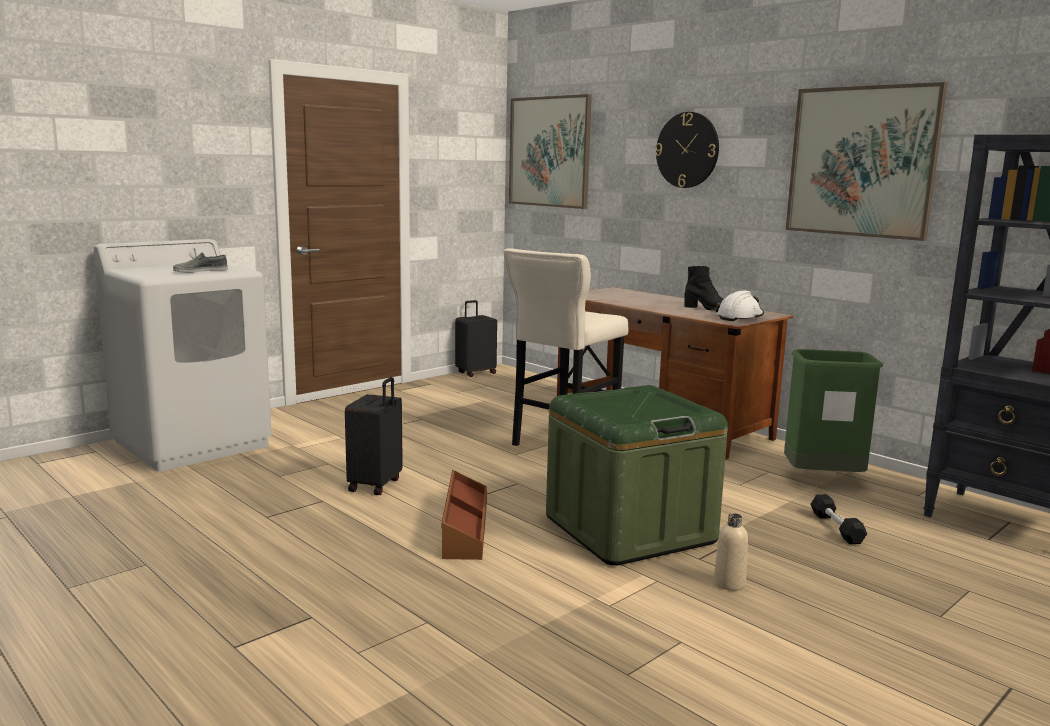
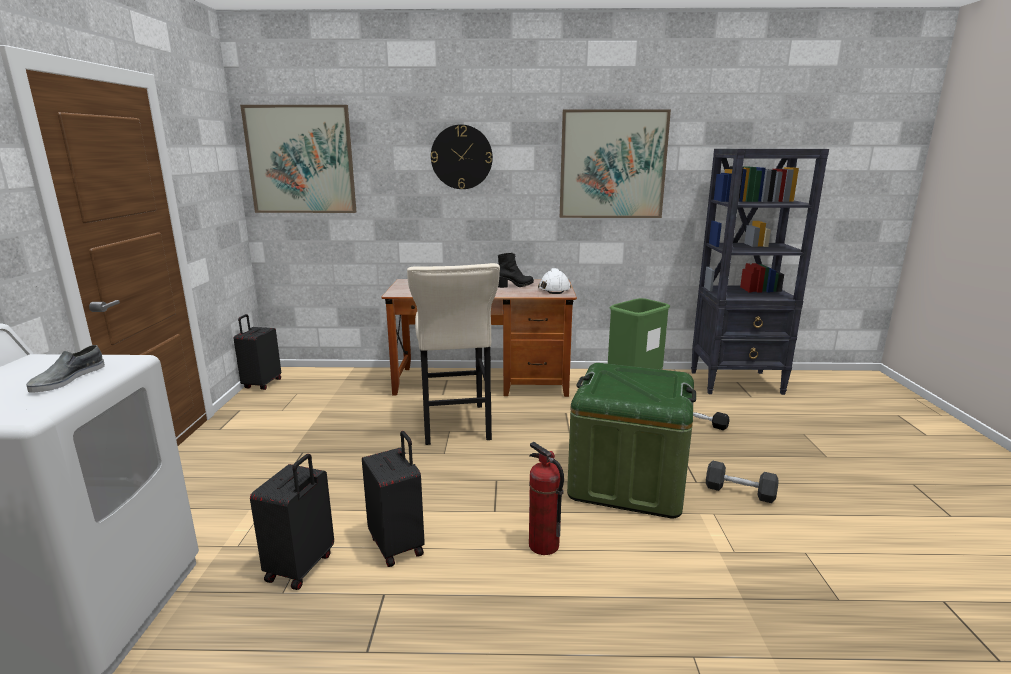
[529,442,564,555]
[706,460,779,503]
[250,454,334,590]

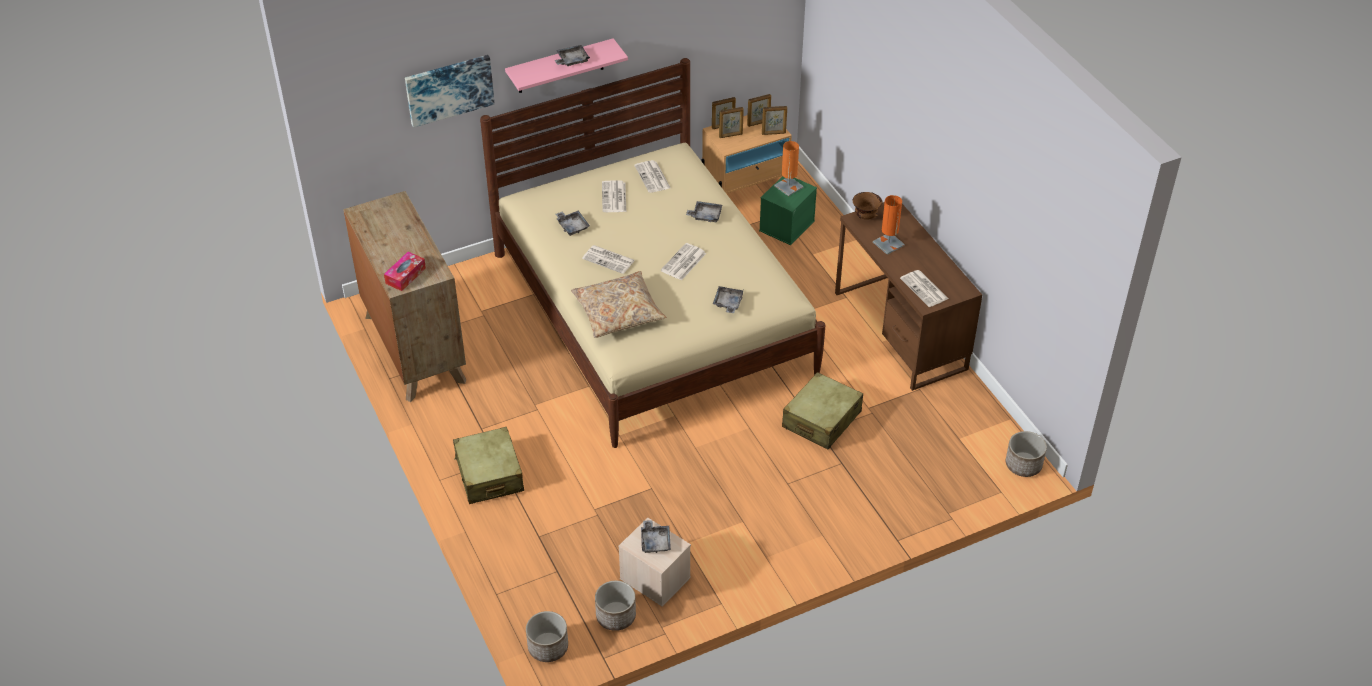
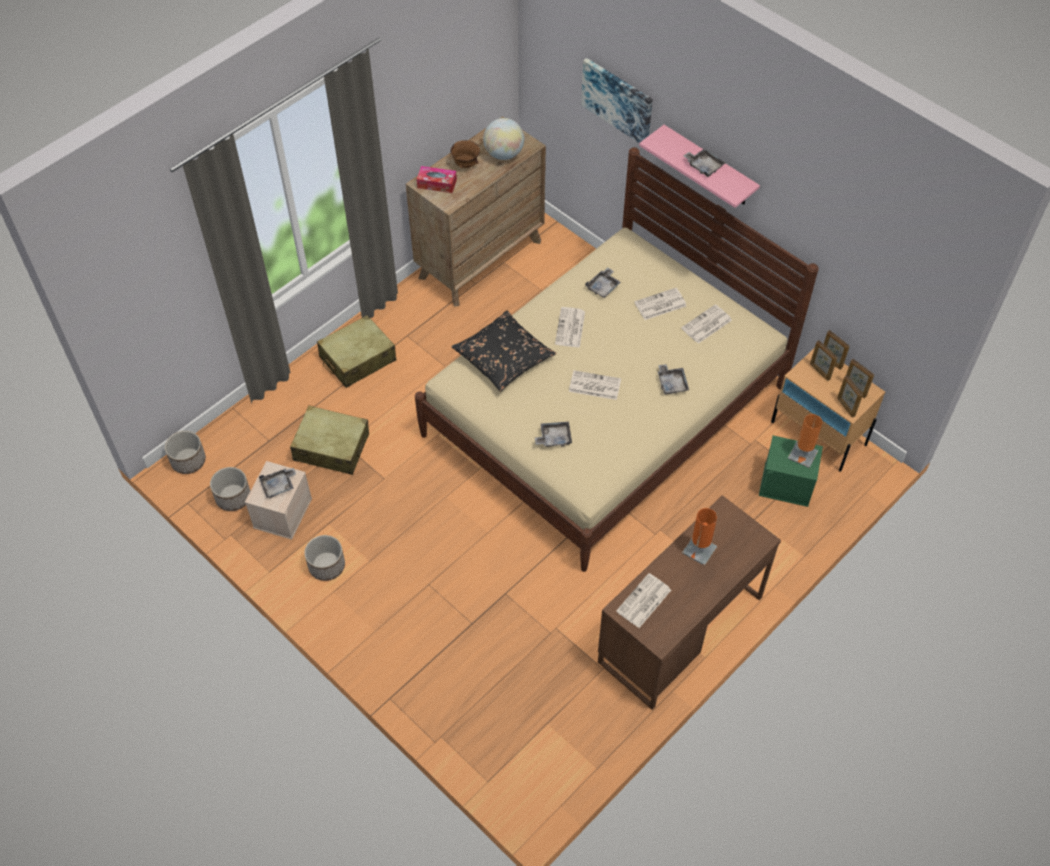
[451,311,556,392]
[290,405,369,475]
[450,140,480,168]
[304,535,345,581]
[483,118,524,160]

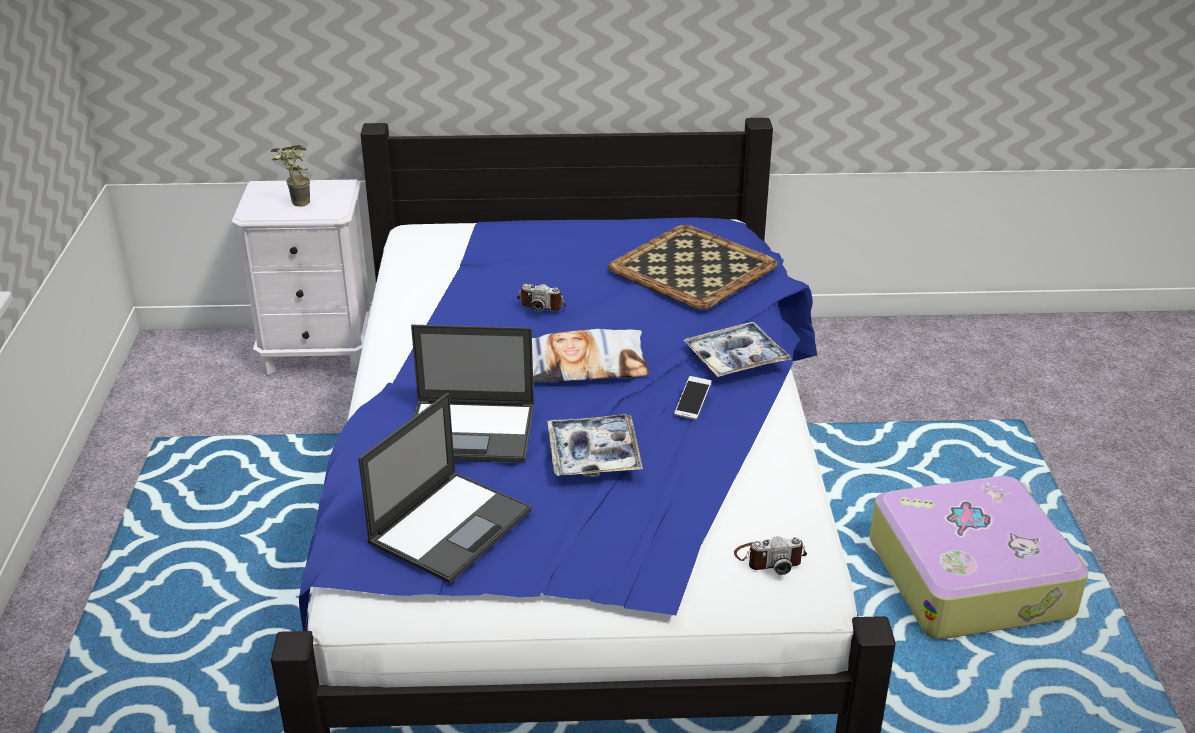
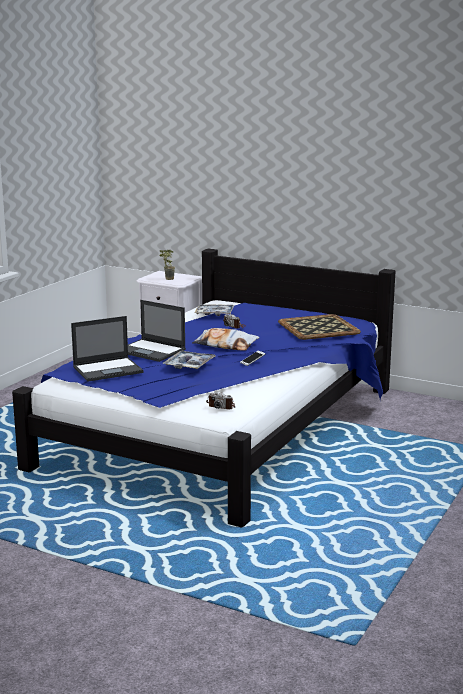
[194,304,234,316]
[870,476,1089,639] (first image)

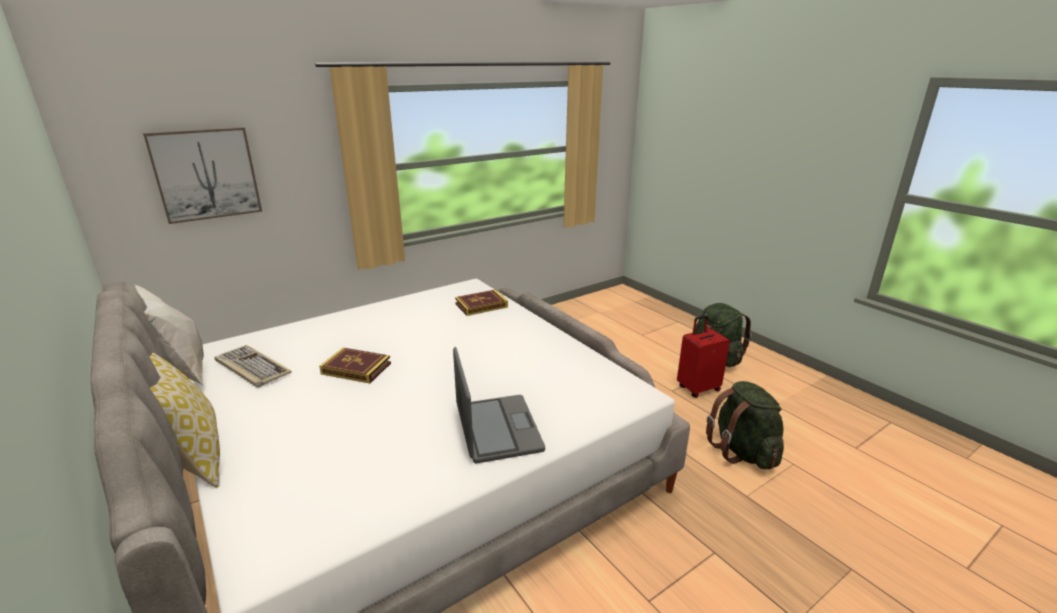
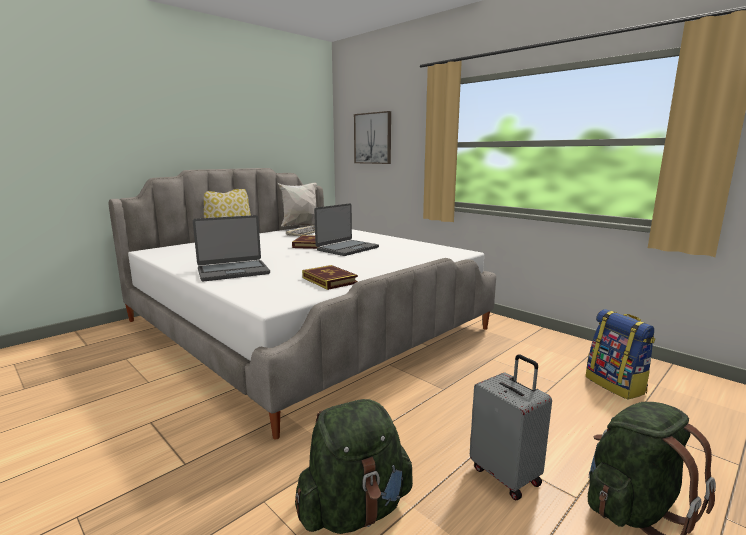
[302,265,358,290]
[470,354,552,500]
[314,203,379,256]
[586,309,655,400]

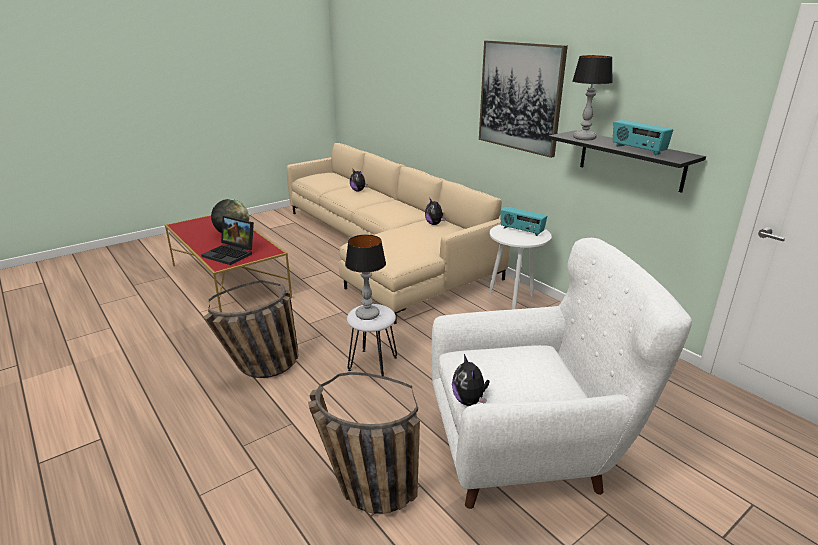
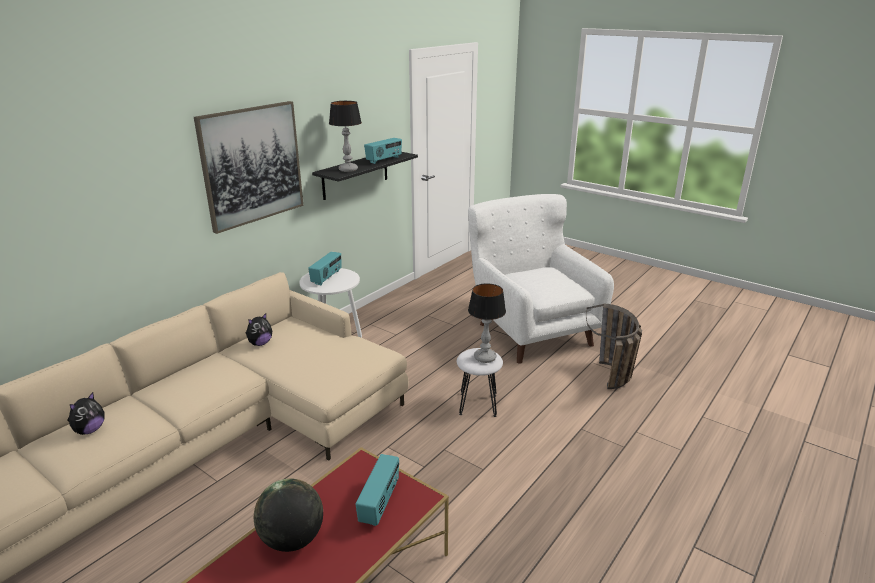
[356,454,399,526]
[203,280,299,378] (first image)
[452,354,490,406] (first image)

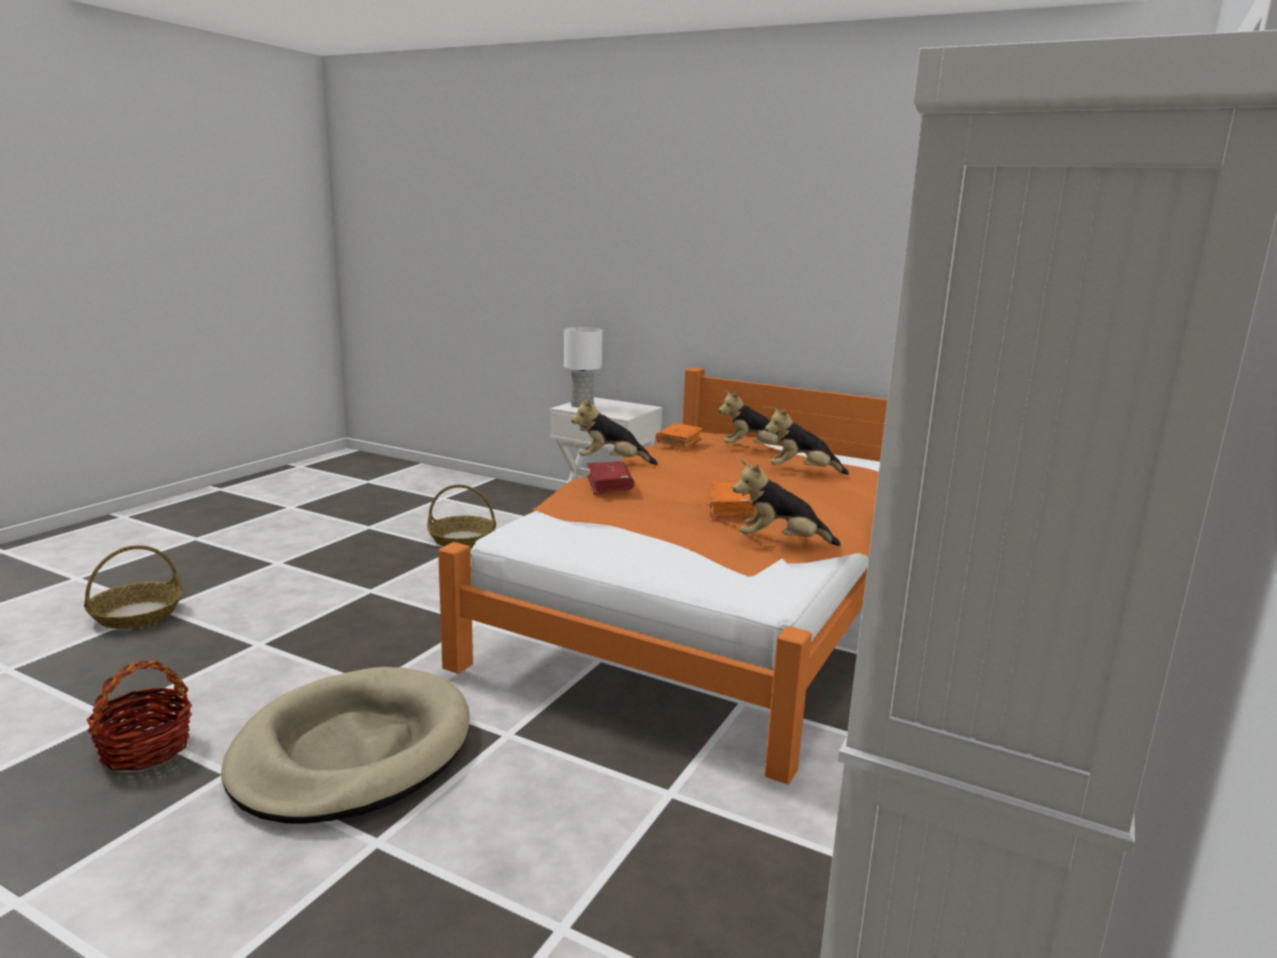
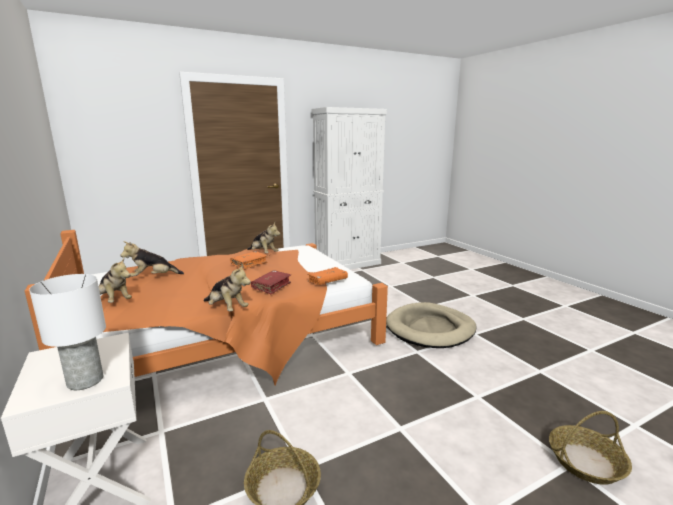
[86,660,192,771] (first image)
[307,267,348,285]
[120,241,184,277]

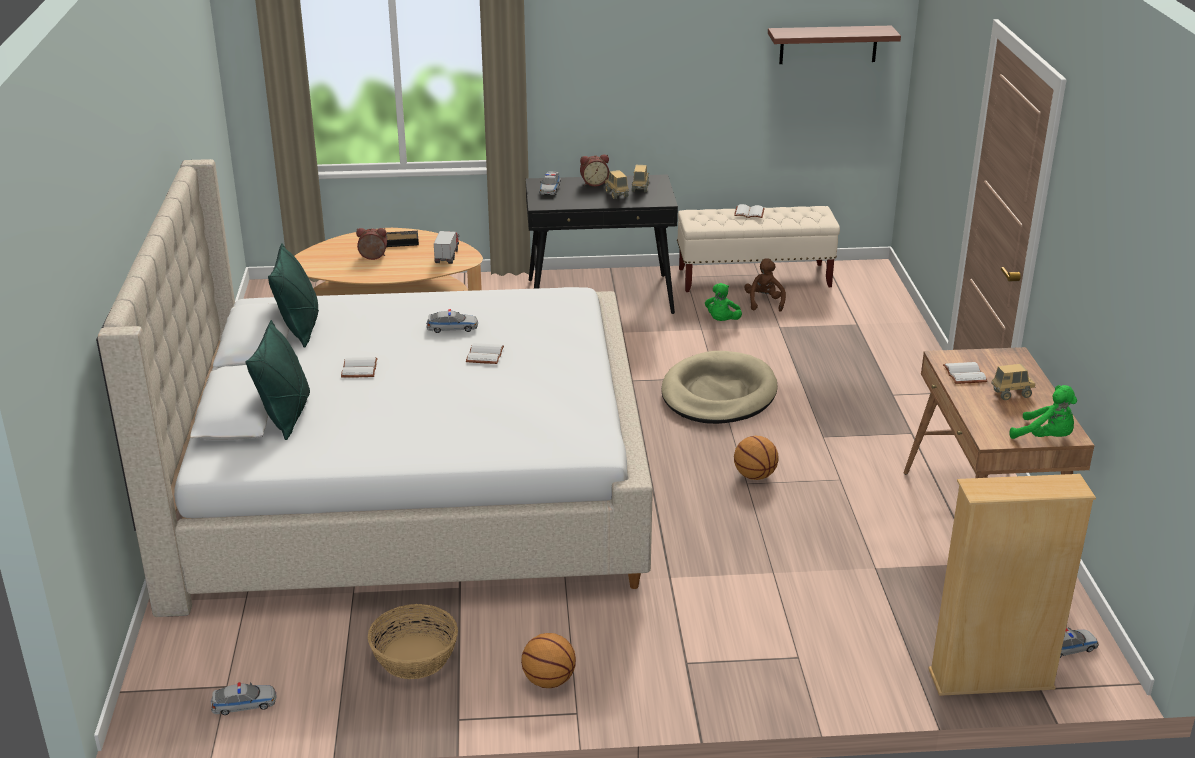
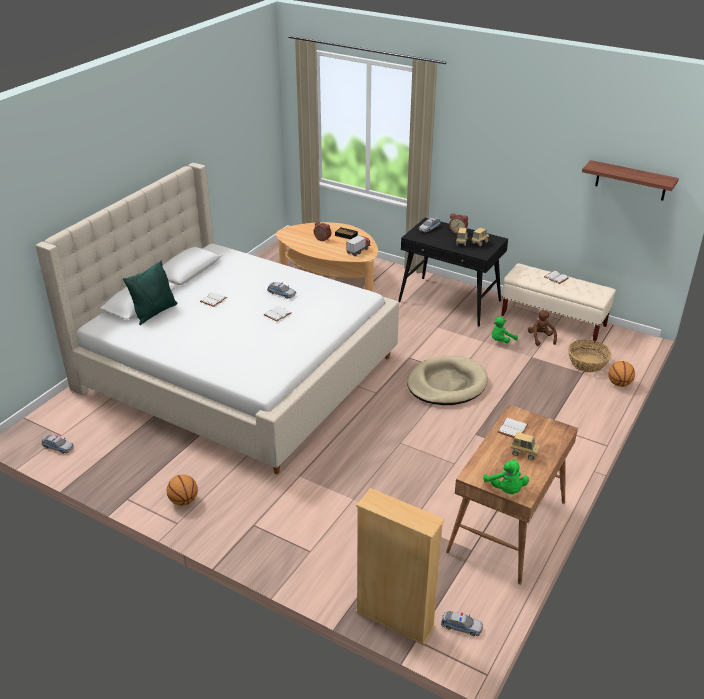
[268,243,319,348] (first image)
[568,339,611,372]
[608,361,635,387]
[528,310,557,346]

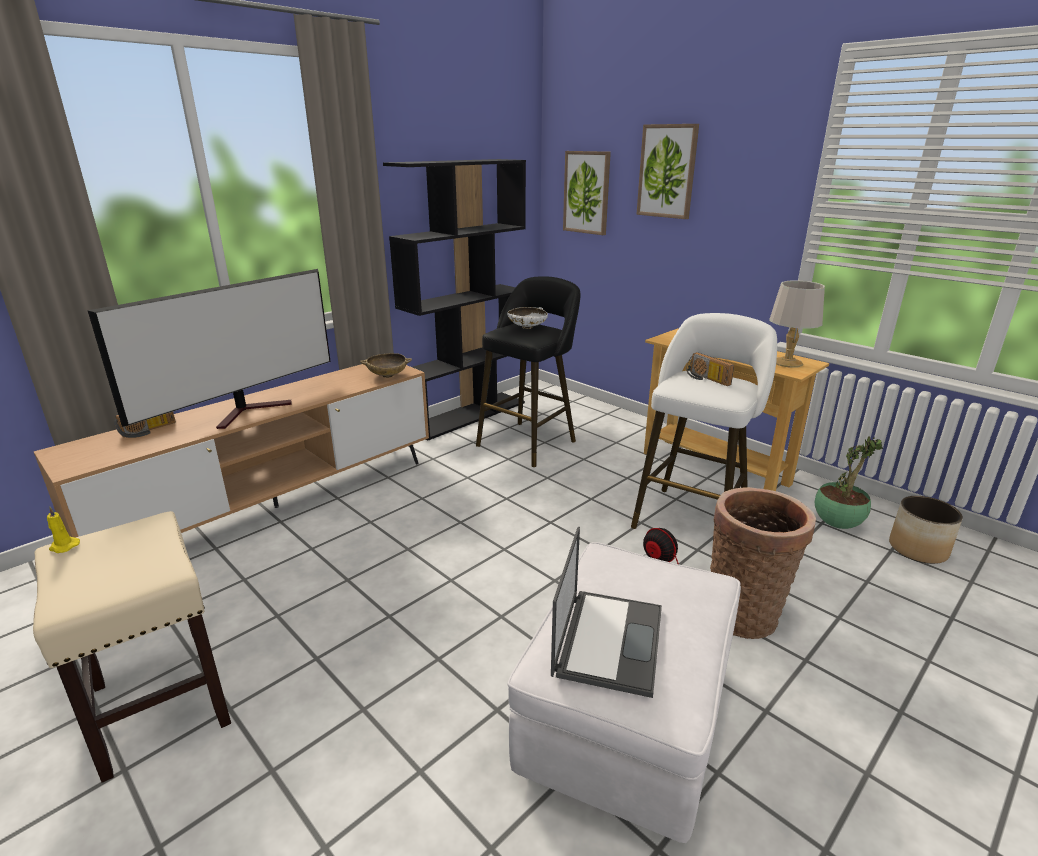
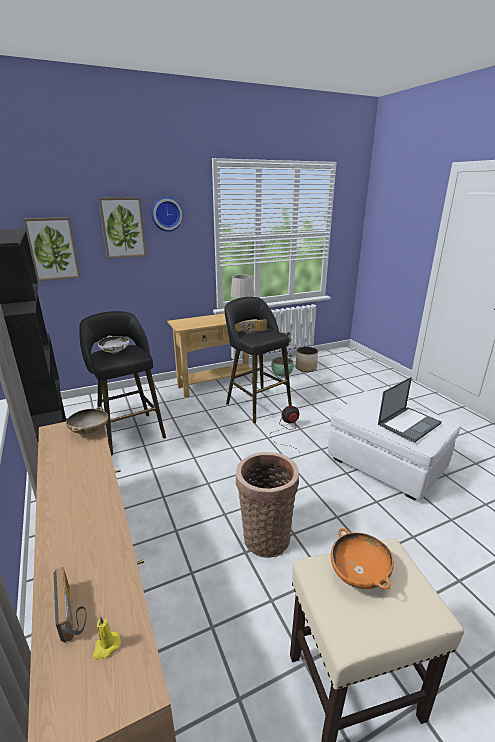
[93,616,121,660]
[87,269,331,429] (first image)
[378,377,442,443]
[225,297,292,423]
[236,452,299,558]
[151,197,183,232]
[331,528,394,589]

